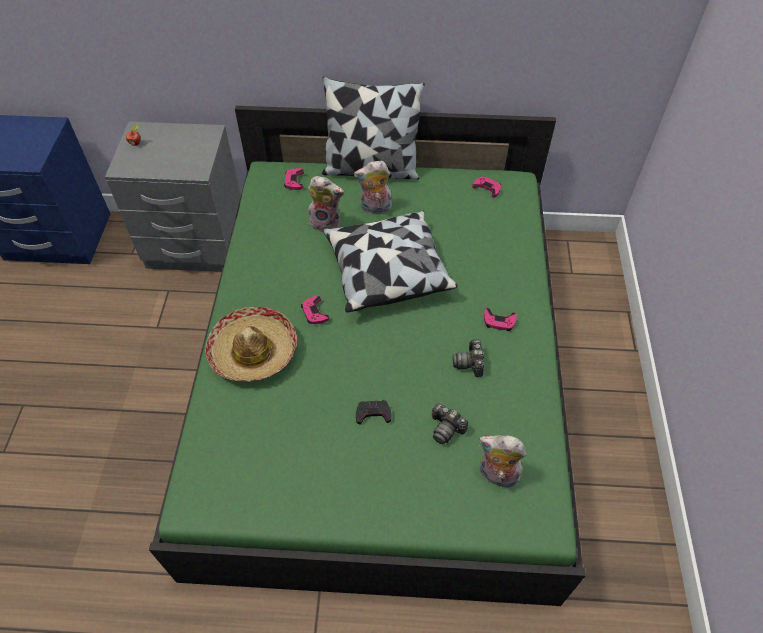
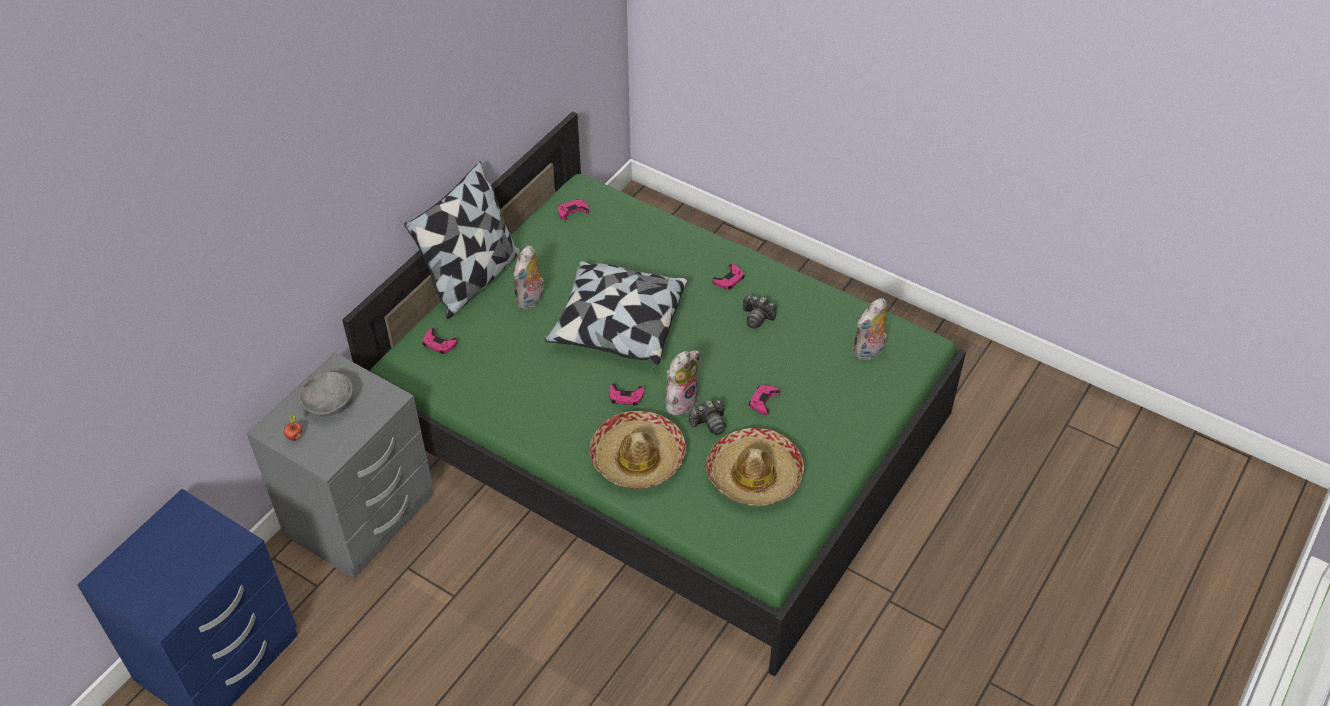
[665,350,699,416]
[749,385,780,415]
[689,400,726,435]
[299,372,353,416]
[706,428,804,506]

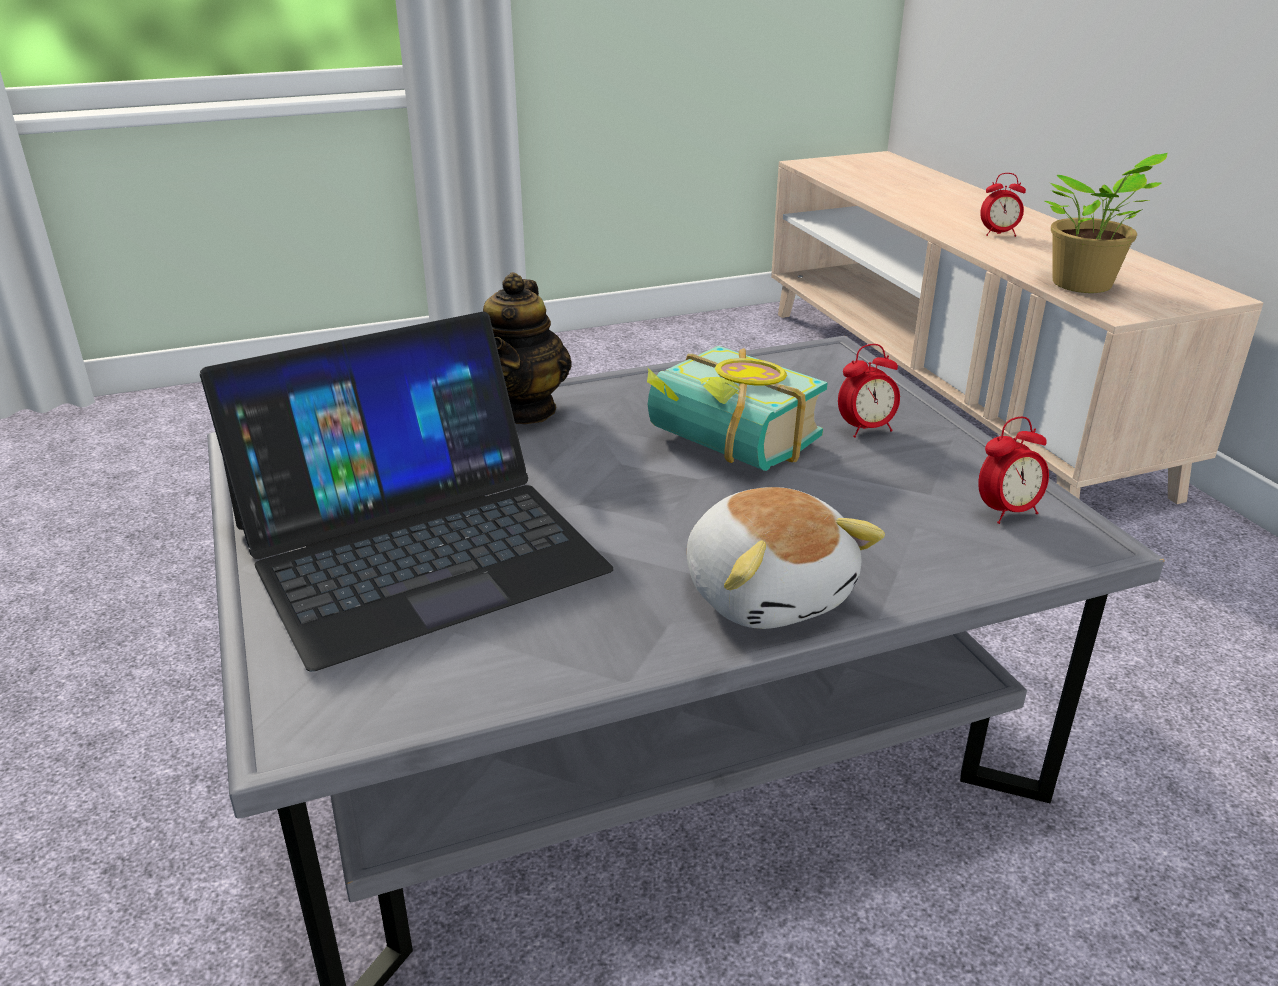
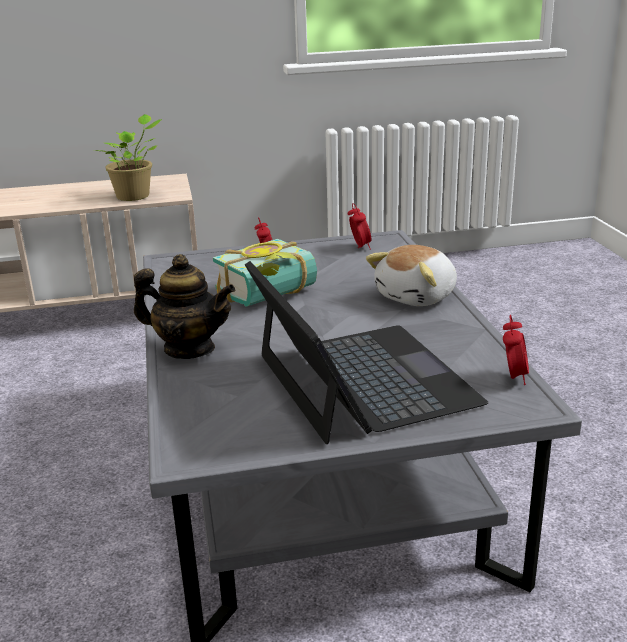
[366,245,457,306]
[503,315,529,385]

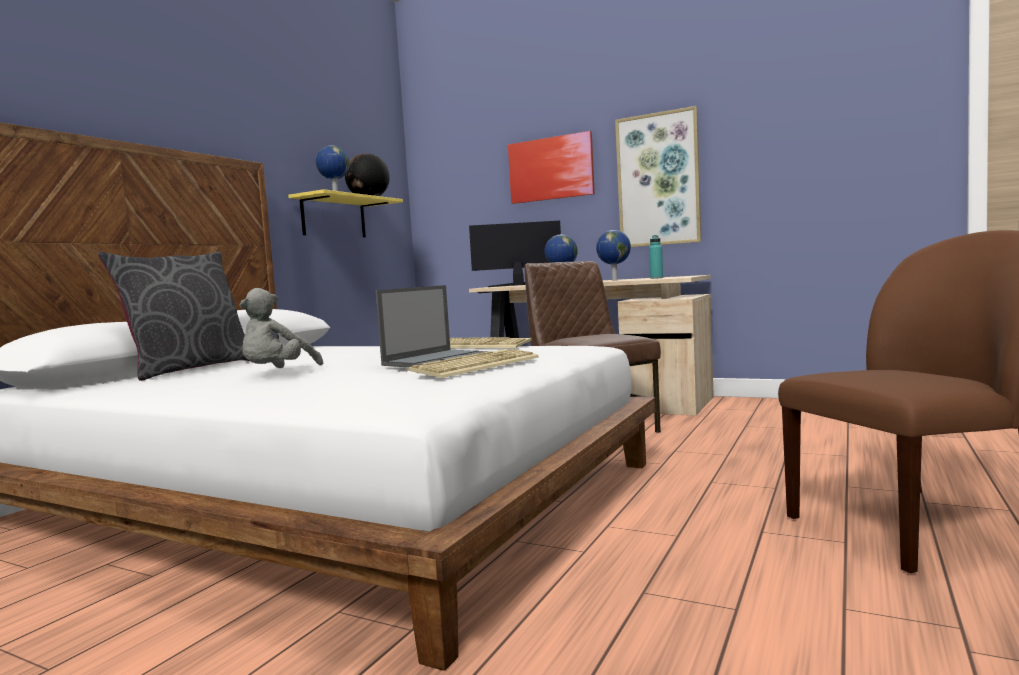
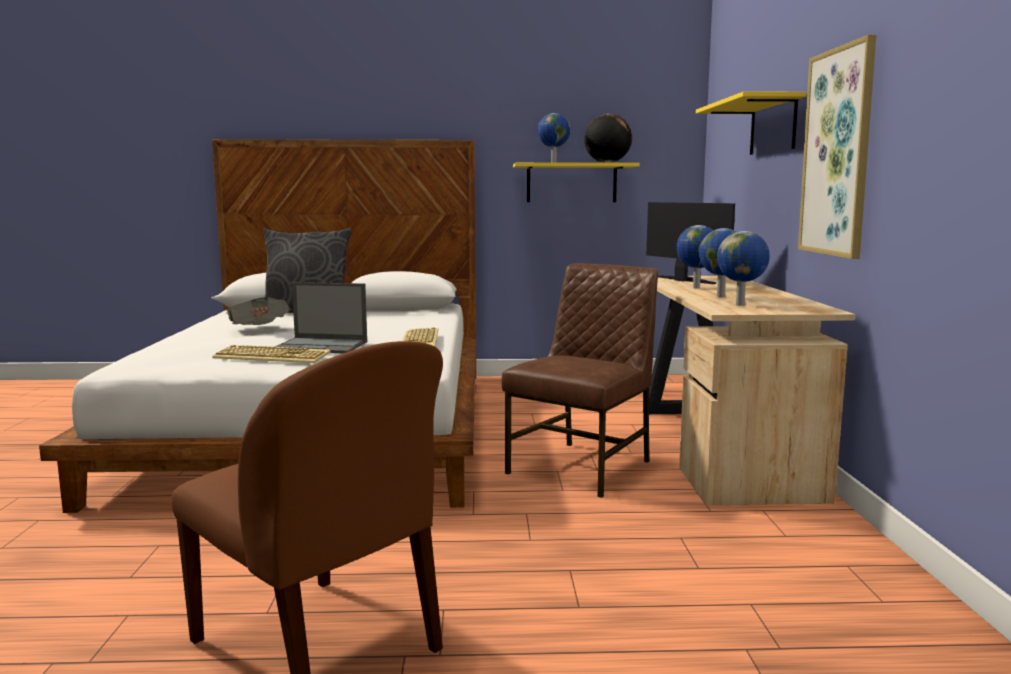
[227,297,290,325]
[696,91,807,155]
[717,231,770,306]

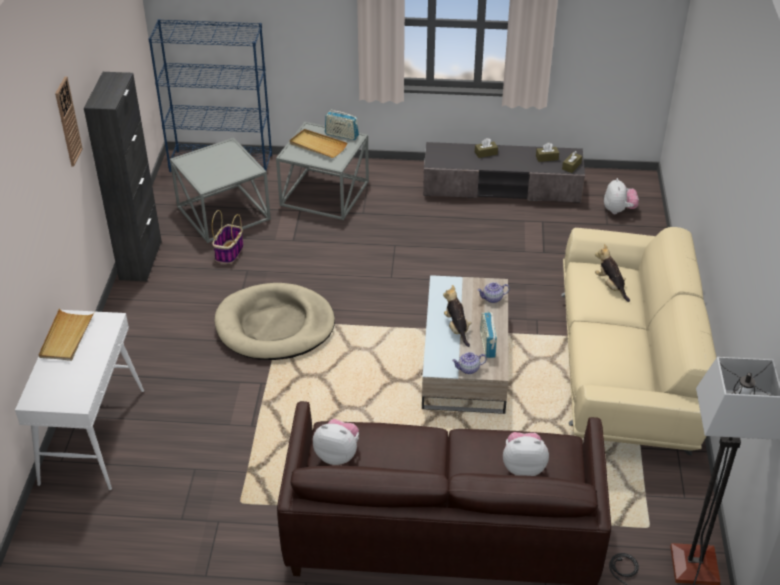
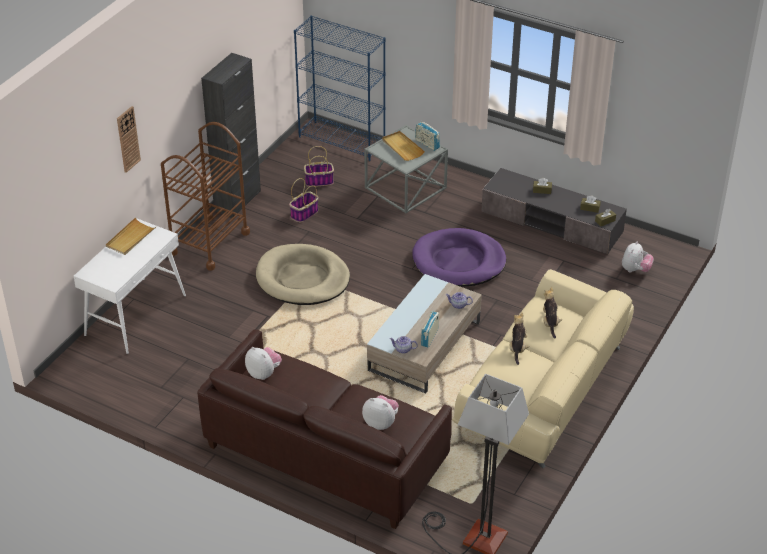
[117,106,141,173]
[304,146,334,187]
[510,312,529,365]
[161,122,250,271]
[412,228,506,287]

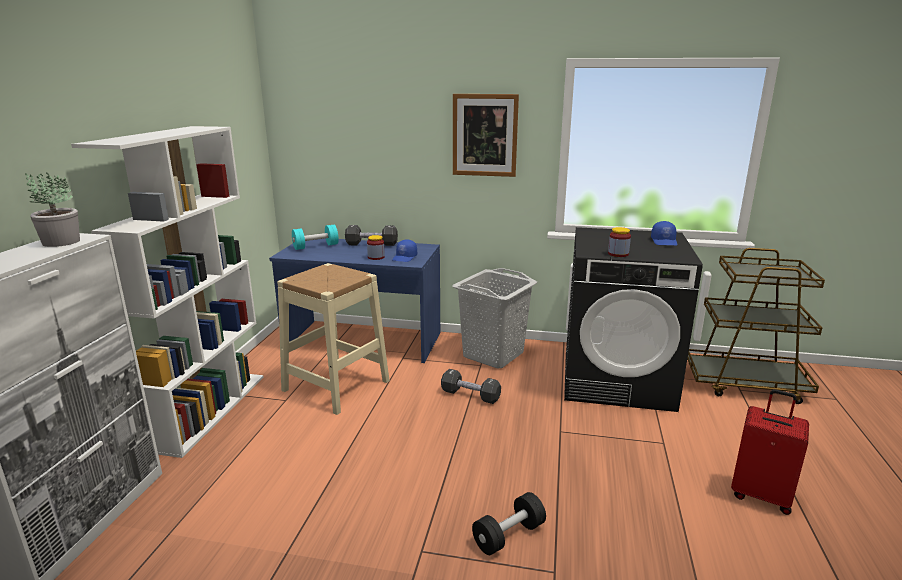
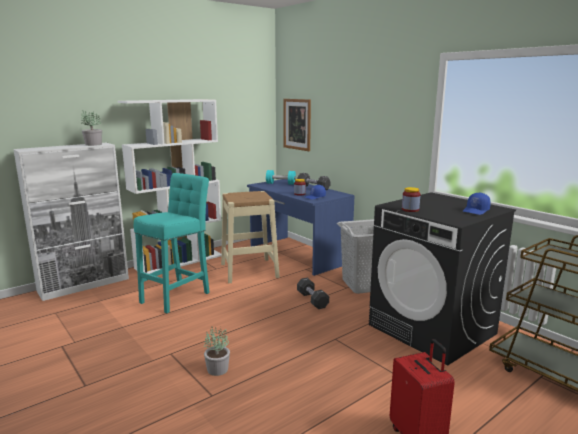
[283,99,311,151]
[204,326,230,376]
[133,173,210,313]

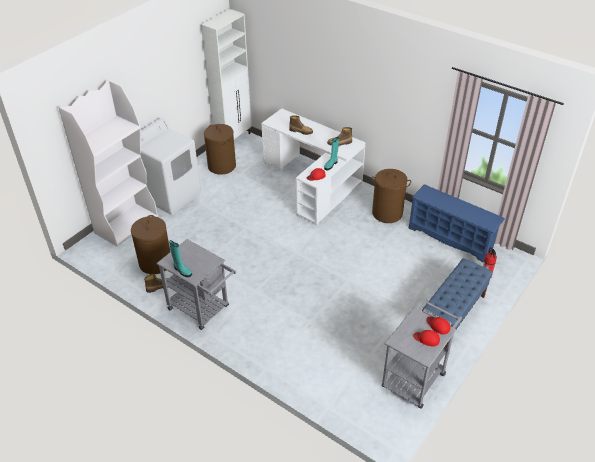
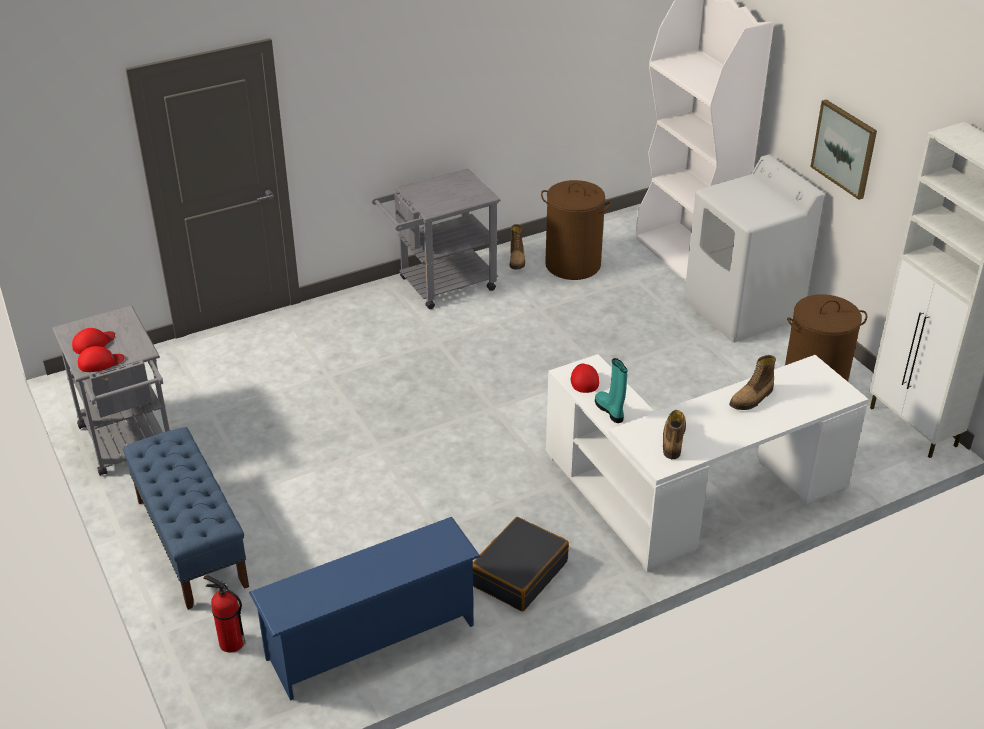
[169,240,192,277] (first image)
[473,517,569,611]
[810,100,877,200]

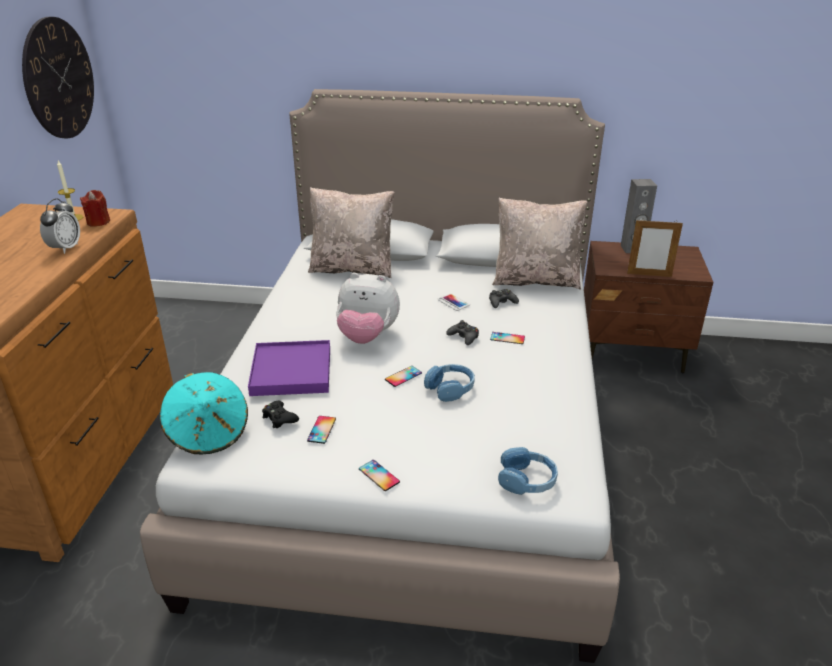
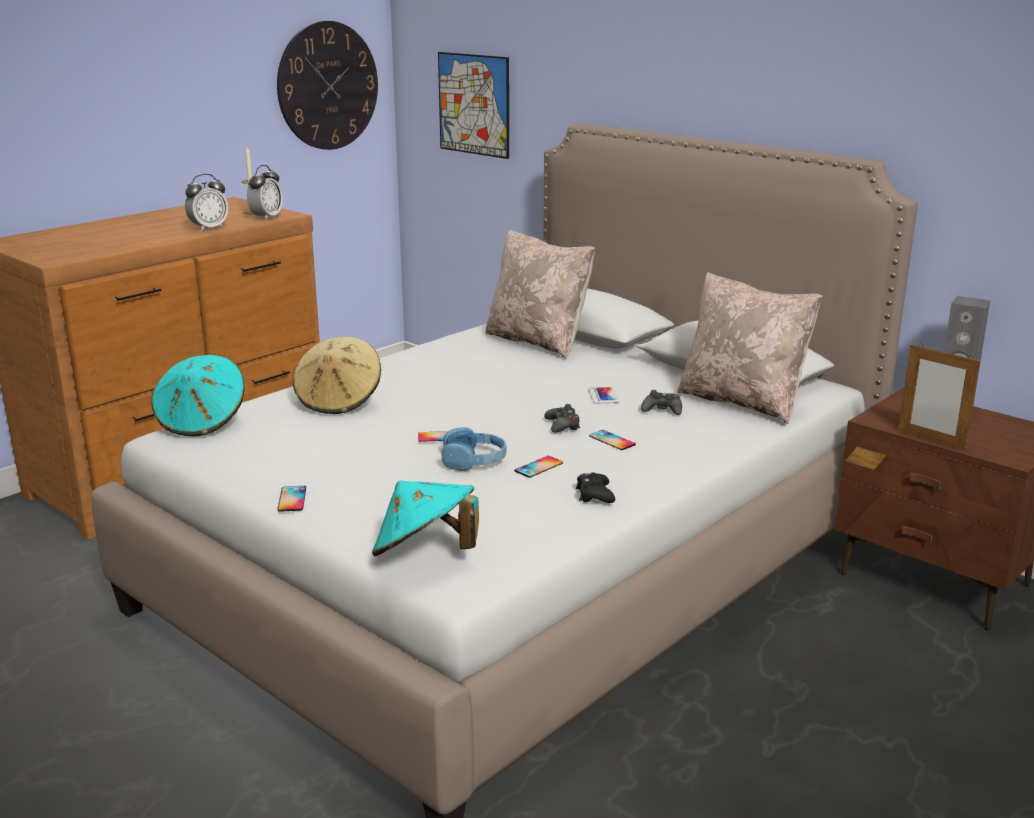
[247,165,283,220]
[292,337,381,414]
[576,472,615,503]
[514,456,563,478]
[336,273,400,344] (first image)
[372,480,479,557]
[438,52,509,159]

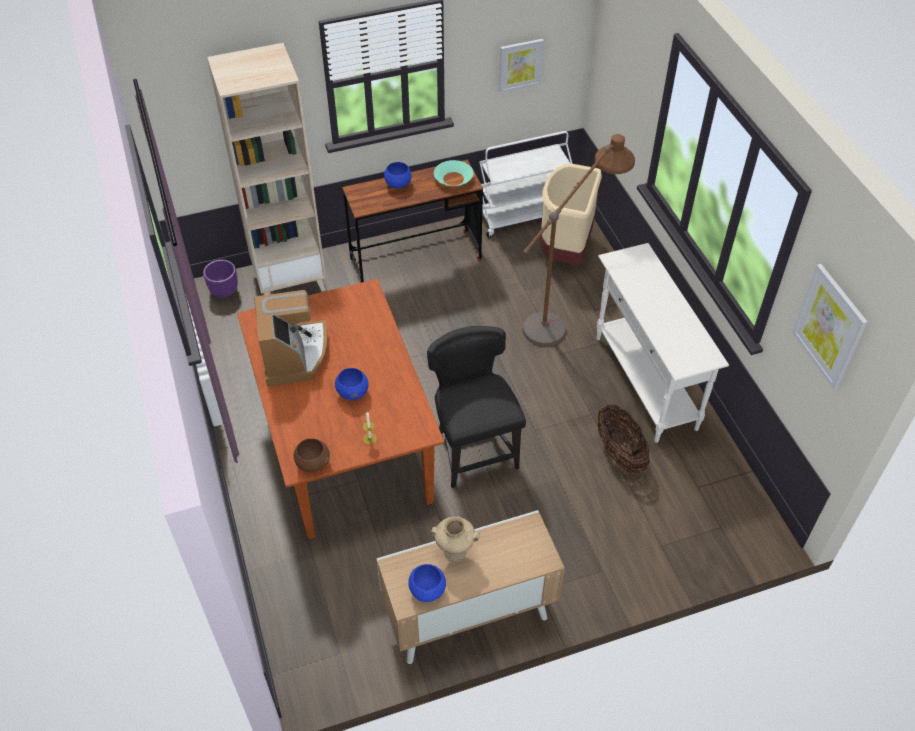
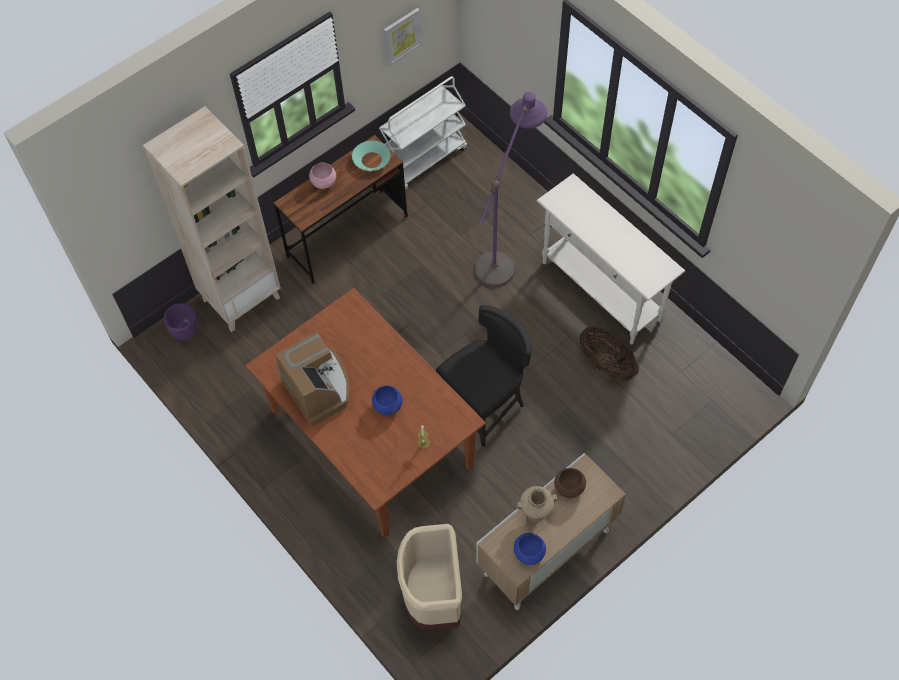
[554,468,586,498]
[309,163,336,189]
[436,305,532,447]
[474,92,547,287]
[397,524,462,630]
[792,264,868,389] (first image)

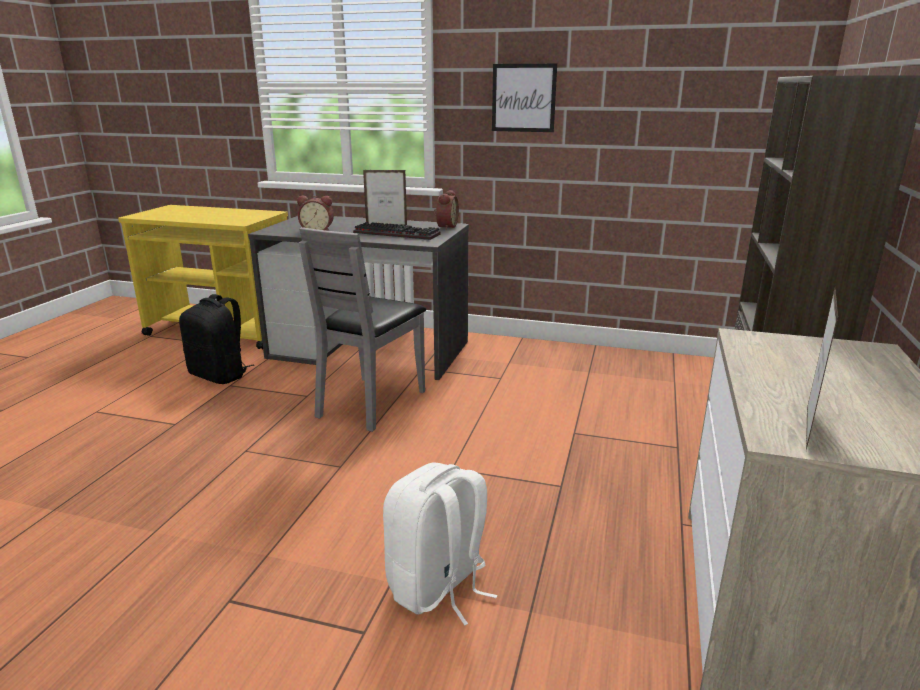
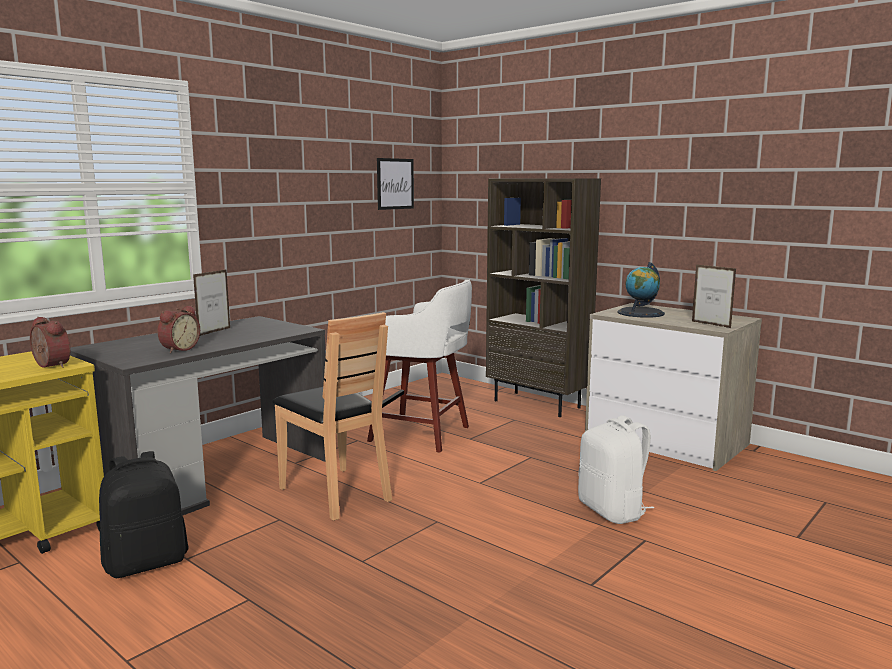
[272,312,392,521]
[353,222,441,240] (first image)
[30,317,70,368]
[377,158,414,210]
[367,280,472,453]
[617,262,665,318]

